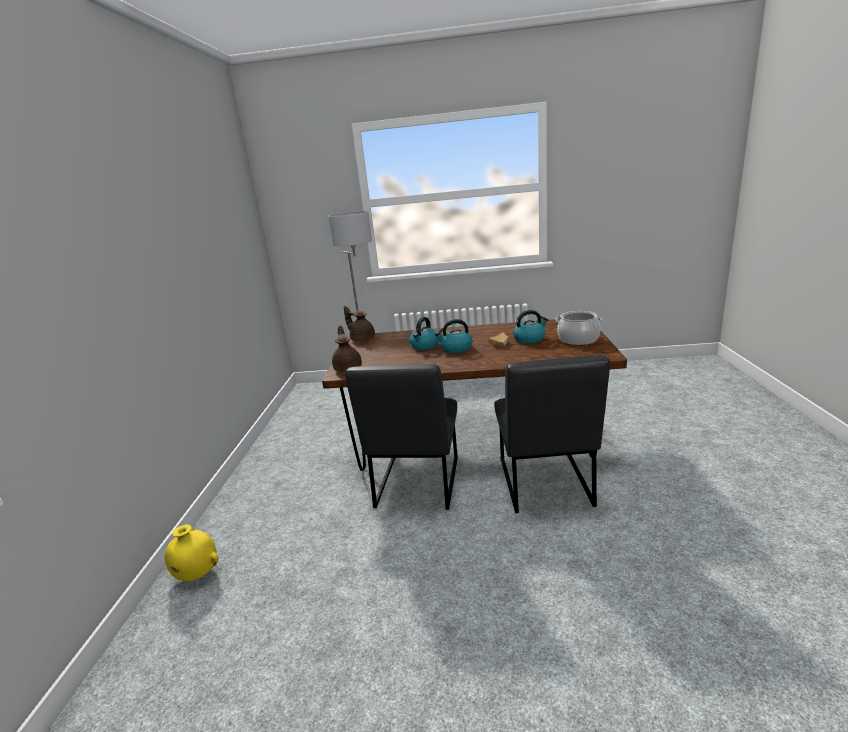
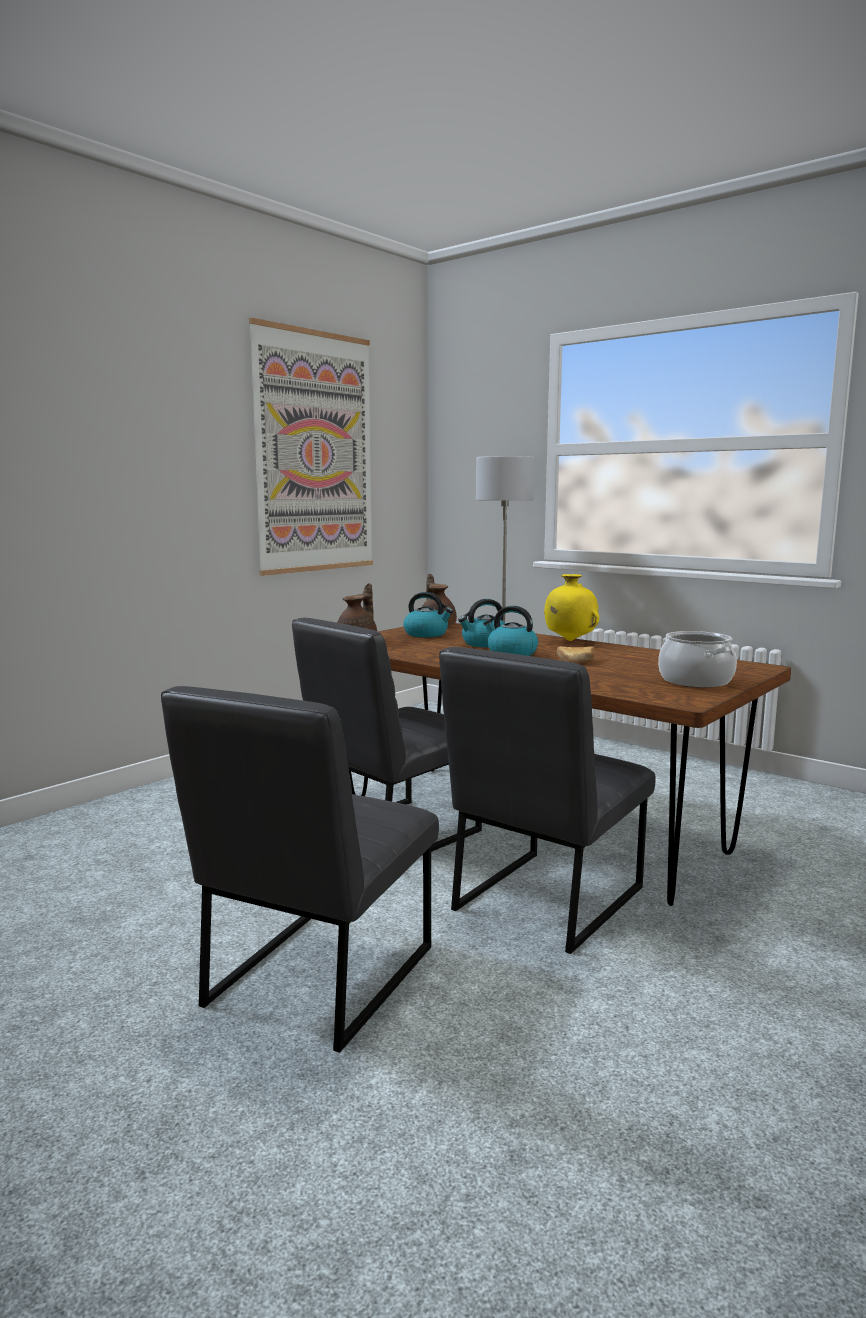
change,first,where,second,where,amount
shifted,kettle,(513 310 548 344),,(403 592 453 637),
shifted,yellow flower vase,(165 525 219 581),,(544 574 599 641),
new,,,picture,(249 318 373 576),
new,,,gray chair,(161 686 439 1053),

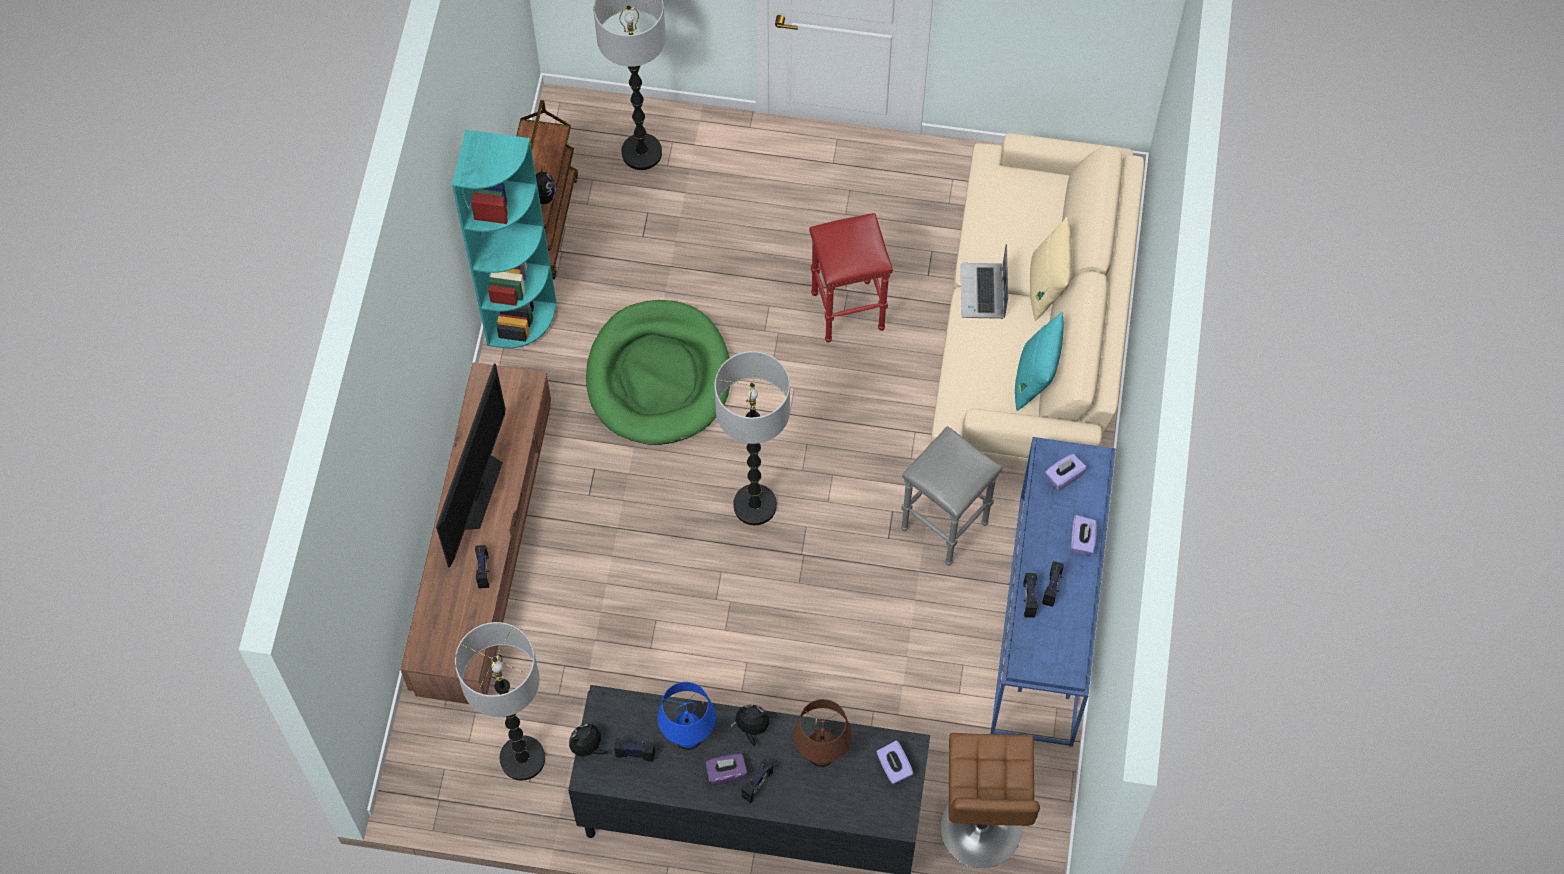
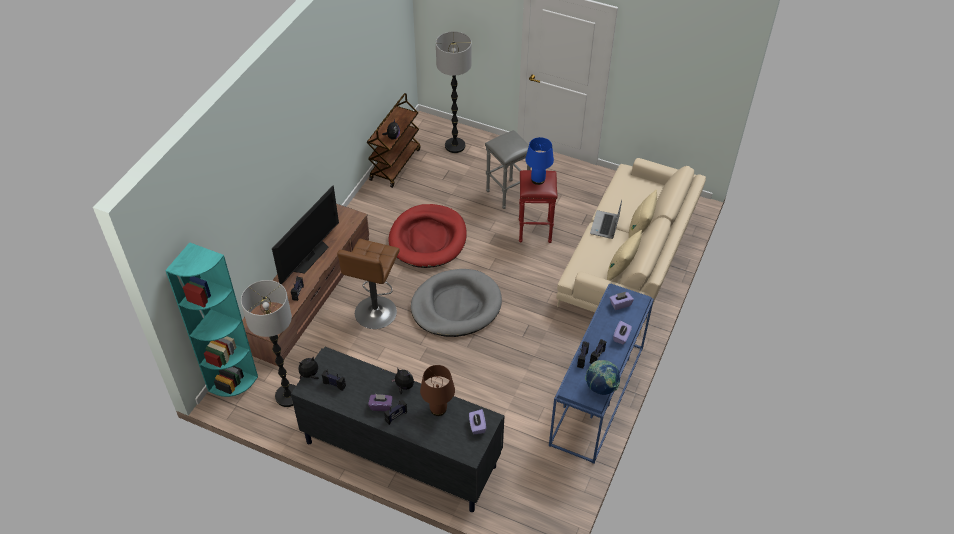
change,first,where,second,where,amount
shifted,blue-green shelving unit,(452 130 557 348),,(165 242 258 397),
repainted,green dog bed,(586 300 730 445),red-coloured dog bed,(388 204 467 268),
repainted,blue-green cushion,(1015 312 1064 411),sand-coloured cushion,(607 230 642 281),
swapped,floor lamp,(715 351 790 525),gray dog bed,(411 269 502 337),
shifted,gray sitting stool,(901 426 1002 566),,(485 130 531 209),
shifted,blue tabletop lamp,(657 682 716 750),,(525 137 554 185),
shifted,brown-coloured sitting stool,(940 733 1040 868),,(337 239 400 329),
new,,,globe,(585 360 620 395),

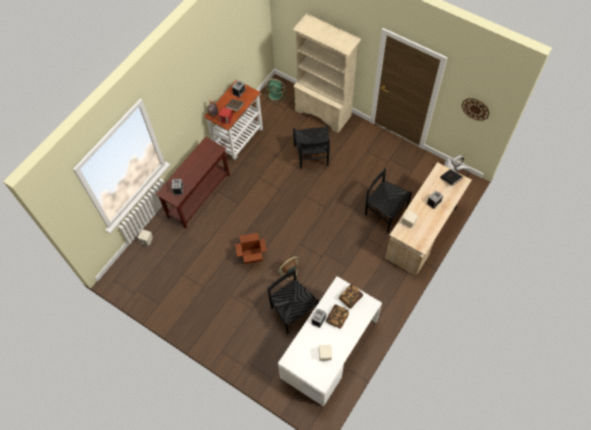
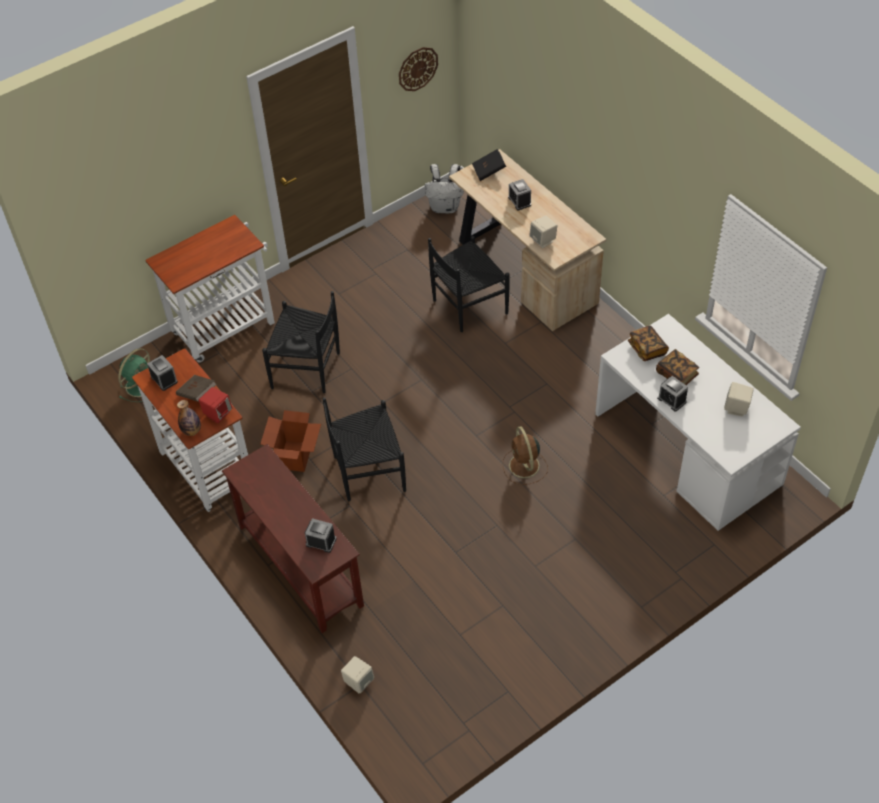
change,first,where,second,where,amount
swapped,sand-coloured shelving unit,(292 13 361 133),white-coloured wheeled cart,(146 215 275 362),
shifted,packing box,(235 233 267 264),,(260 410 321 472),
shifted,blackish chair,(267 269 319 335),,(323 397 406 501),

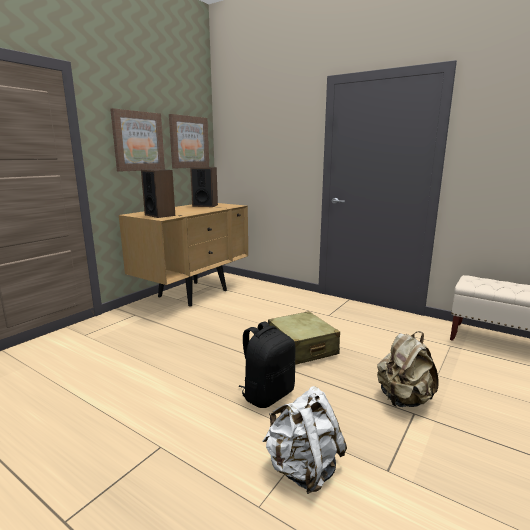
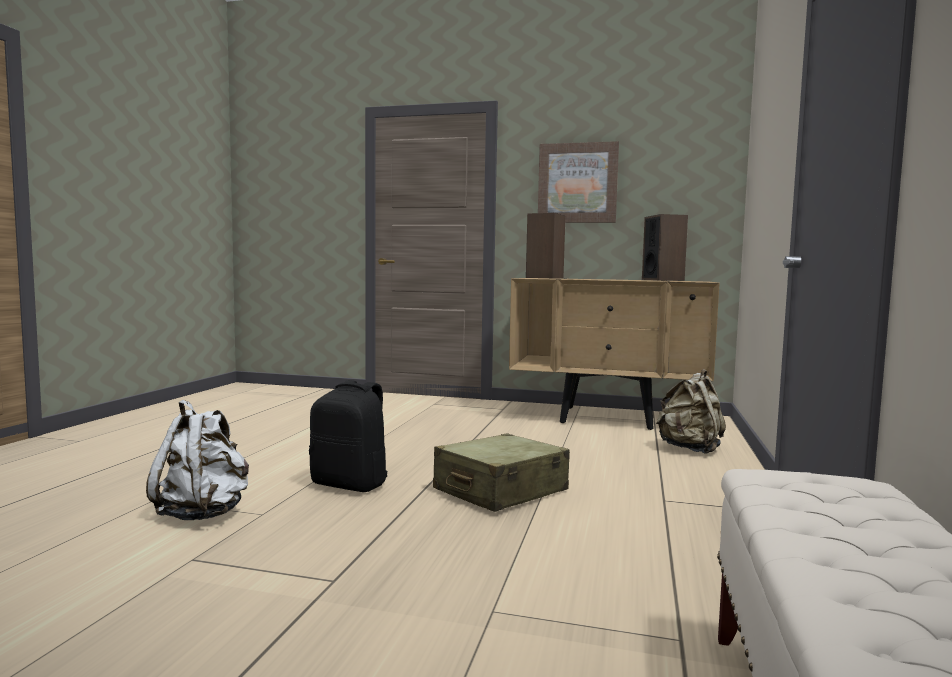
change,first,where,second,where,amount
gone,picture,(169 114 209 169),,,
shifted,sand-coloured rucksack,(377 331 439 407),,(656 369 726 454),

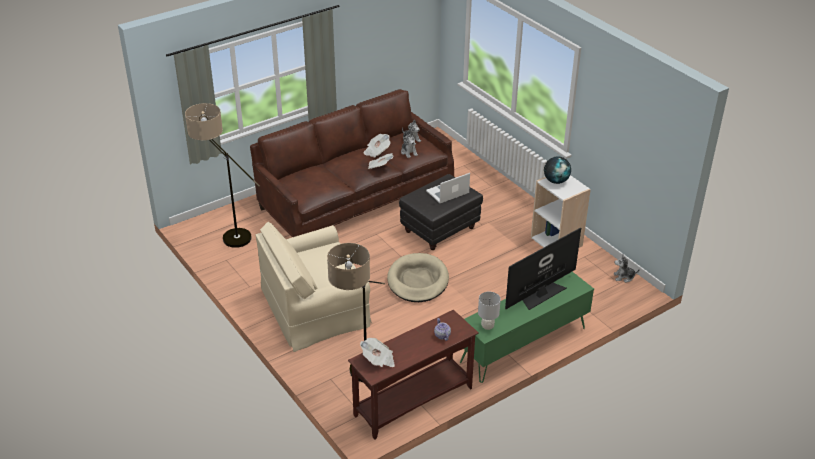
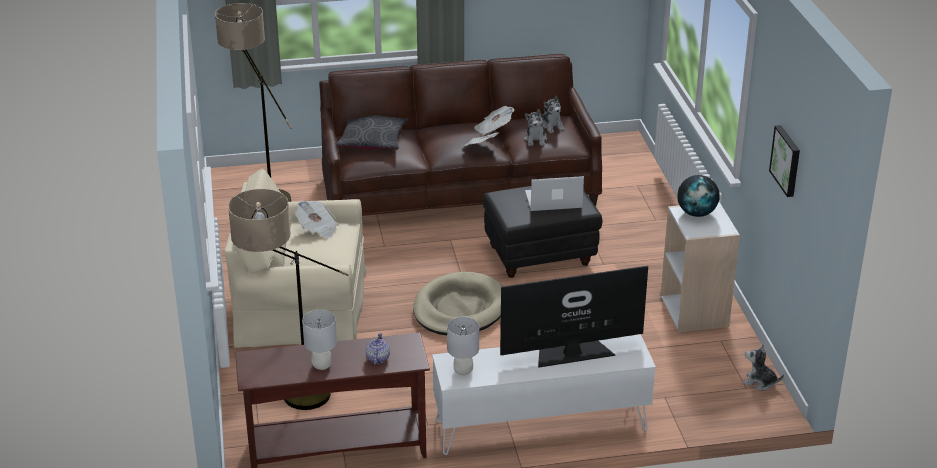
change,first,where,second,where,amount
repainted,green media console,(460 272 594 383),white-coloured media console,(432 334 656 455),
shifted,printed paper,(360 338 395 367),,(295 200 339 239),
new,,,gray cushion,(335 115 408 150),
new,,,picture,(769 125 800 197),
new,,,gray tabletop lamp,(302 310 337 370),

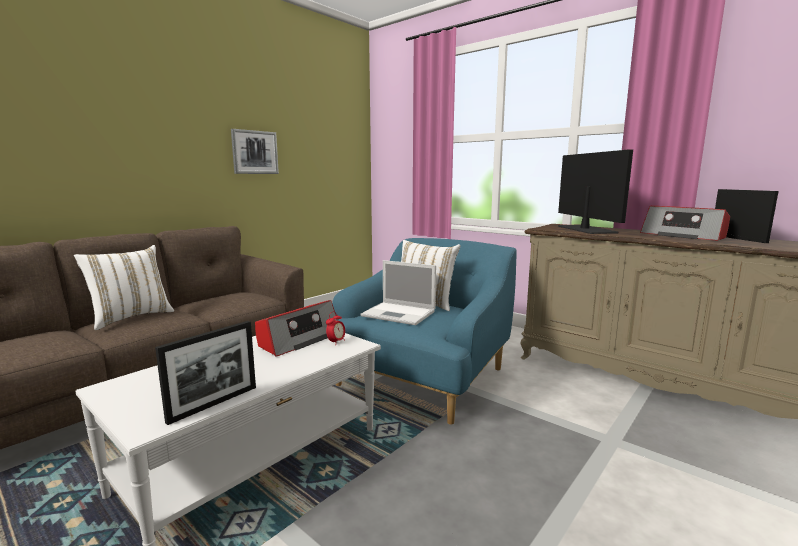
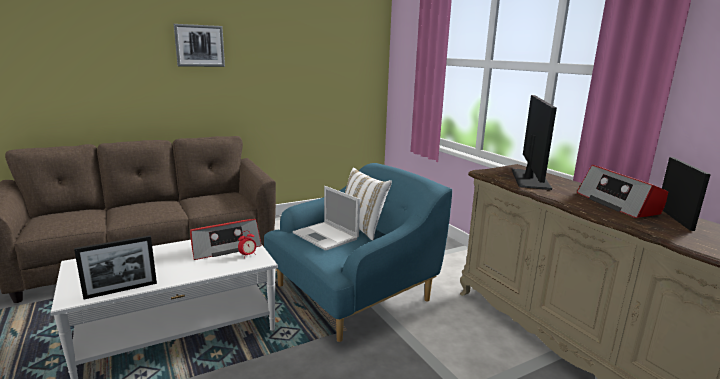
change,first,where,second,where,amount
shifted,picture,(231 129 279 174),,(174 24 225 67),
gone,white-coloured cushion,(74 245 174 330),,,

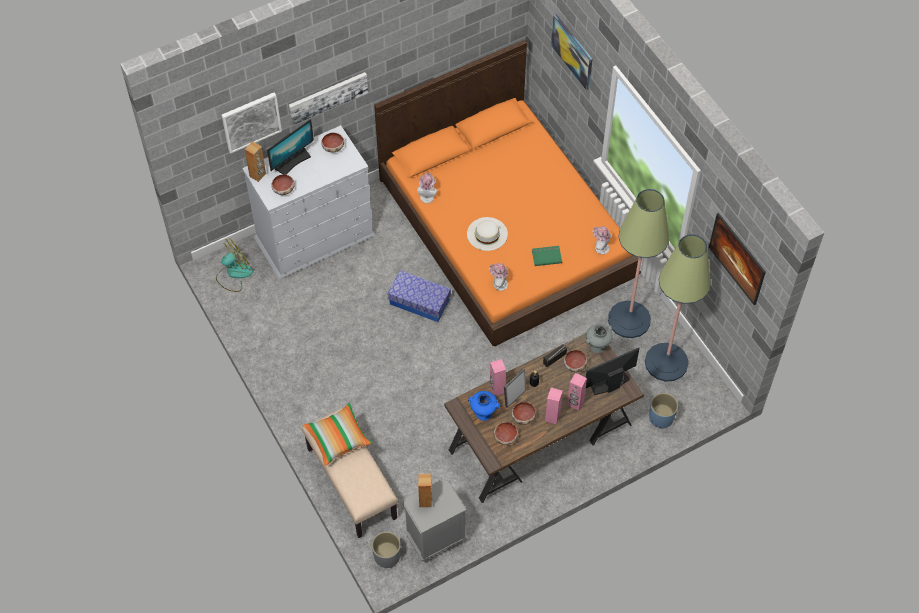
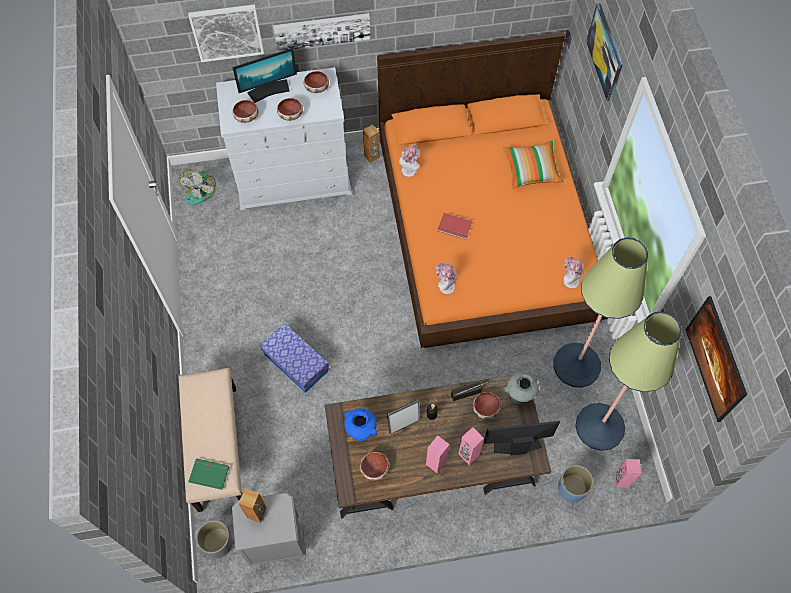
change,first,where,second,where,amount
shifted,brown-coloured audio speaker,(244 142 266 182),,(363 124 380 163),
swapped,white-coloured clothing hat,(467 217 508 251),red-coloured bound book,(437 213 473 240),
rotated,electric fan,(216 238 253 292),,(179 169 216 205),120 degrees clockwise
shifted,green bound book,(532 246 562 266),,(188 458 229 490),
shifted,storage container,(388 270 451 322),,(260 323 329 393),
shifted,pink audio speaker,(490 359 506 396),,(615 459 641 488),
shifted,bowl,(512 402 536 425),,(277 98 303 121),
shifted,cushion,(303 403 372 466),,(502 141 564 189),

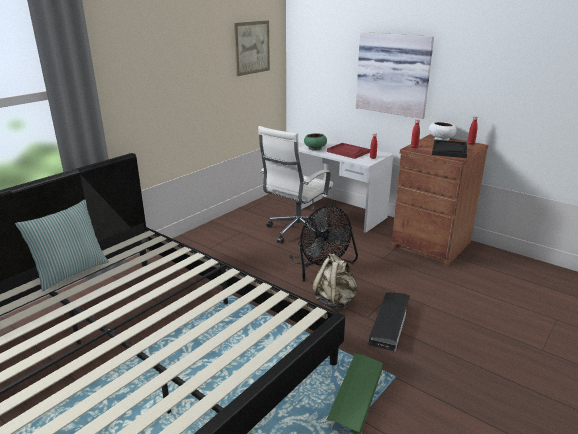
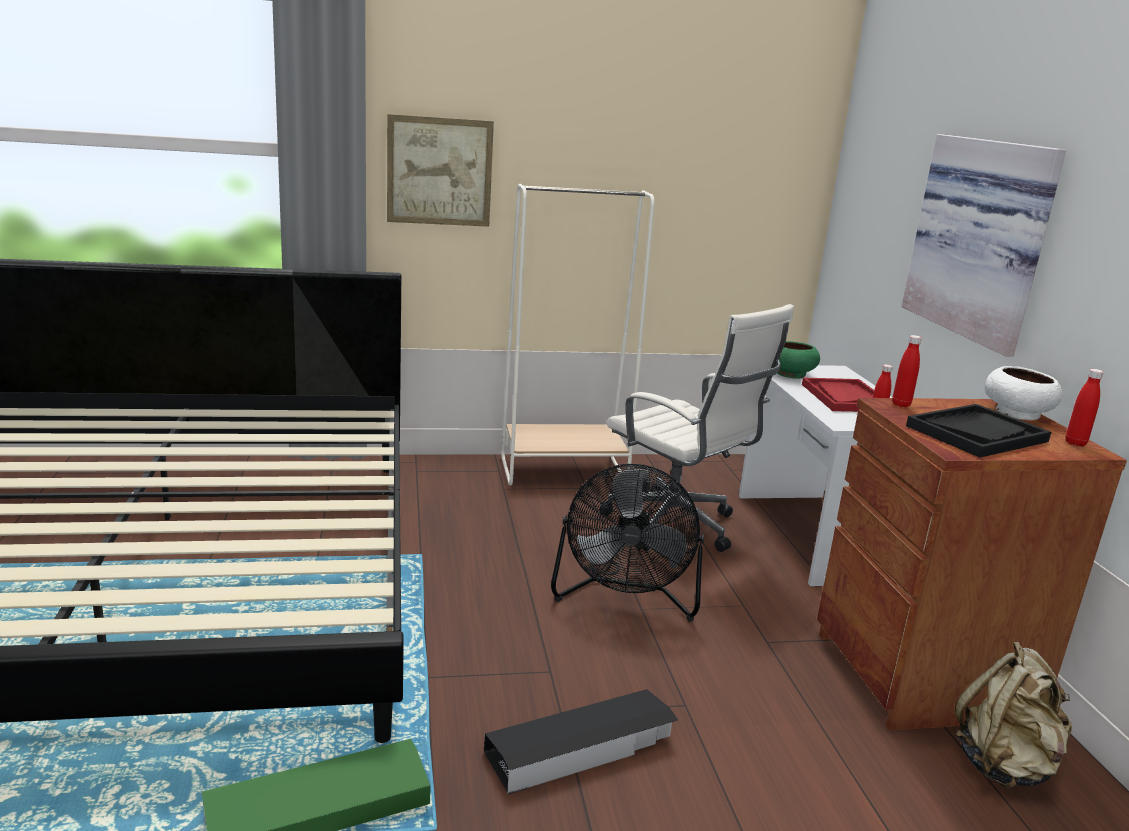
change,first,where,second,where,amount
shifted,picture,(234 20 270 76),,(387 114 494 227),
rotated,white-coloured office chair,(258 126 333 244),,(599 304 794 552),120 degrees counterclockwise
gone,cushion,(15 200 109 291),,,
shifted,sand-coloured rucksack,(312 253 357 309),,(955 642 1072 788),
new,,,garment stand,(501 184 655 485),

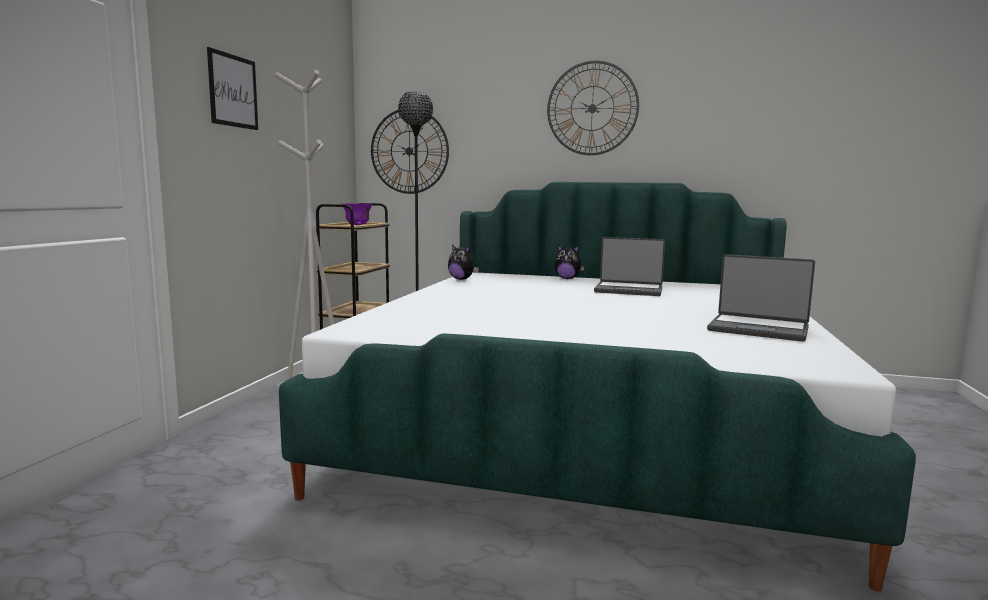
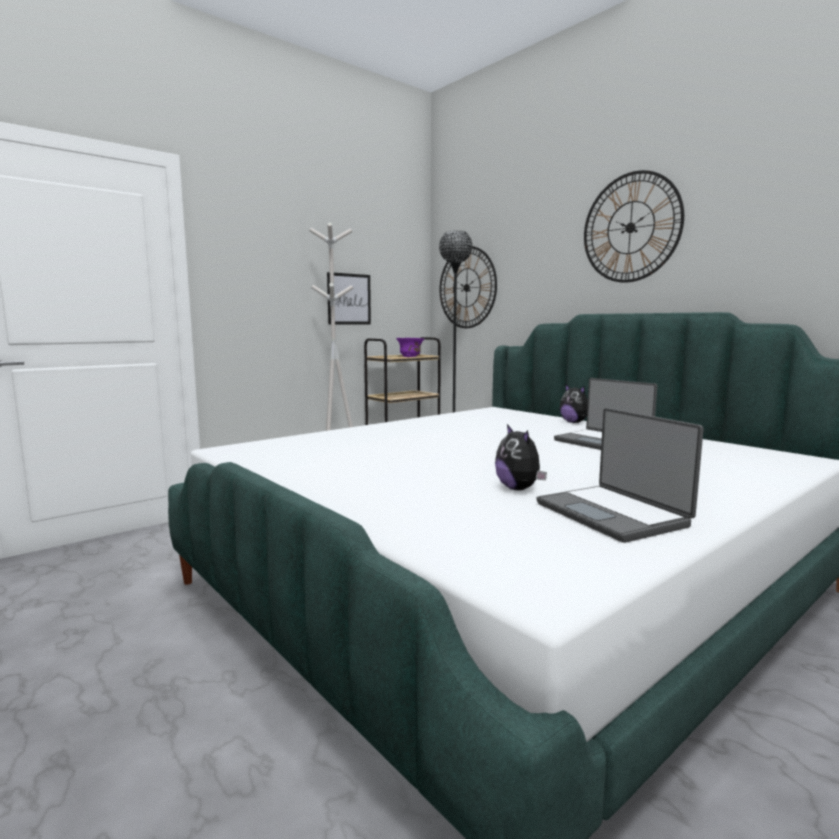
change,first,where,second,where,amount
shifted,picture,(207 47 258 130),,(327 272 371 324),
shifted,soft toy,(448 244 479 280),,(495 424 547 490),

